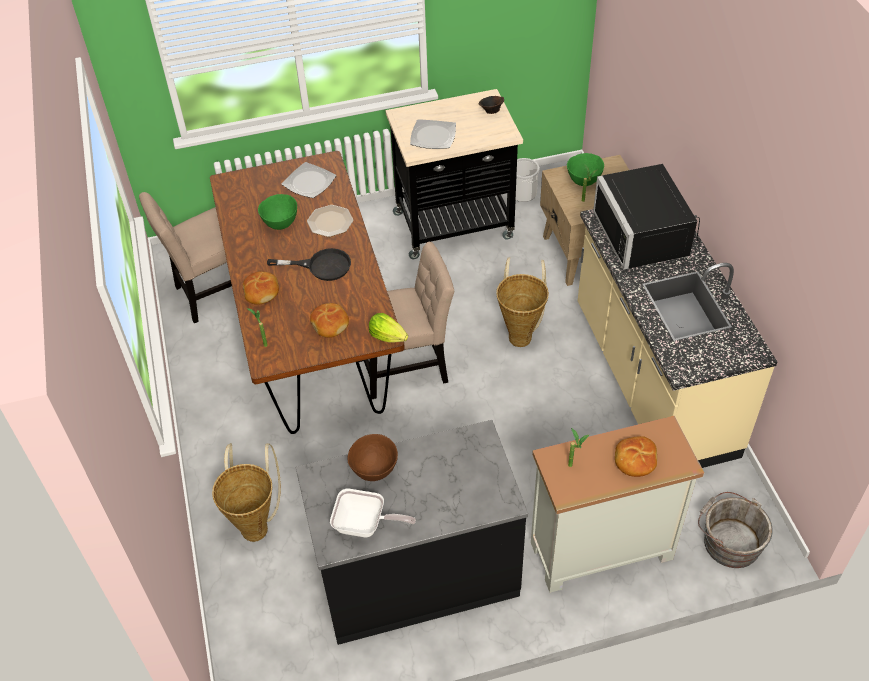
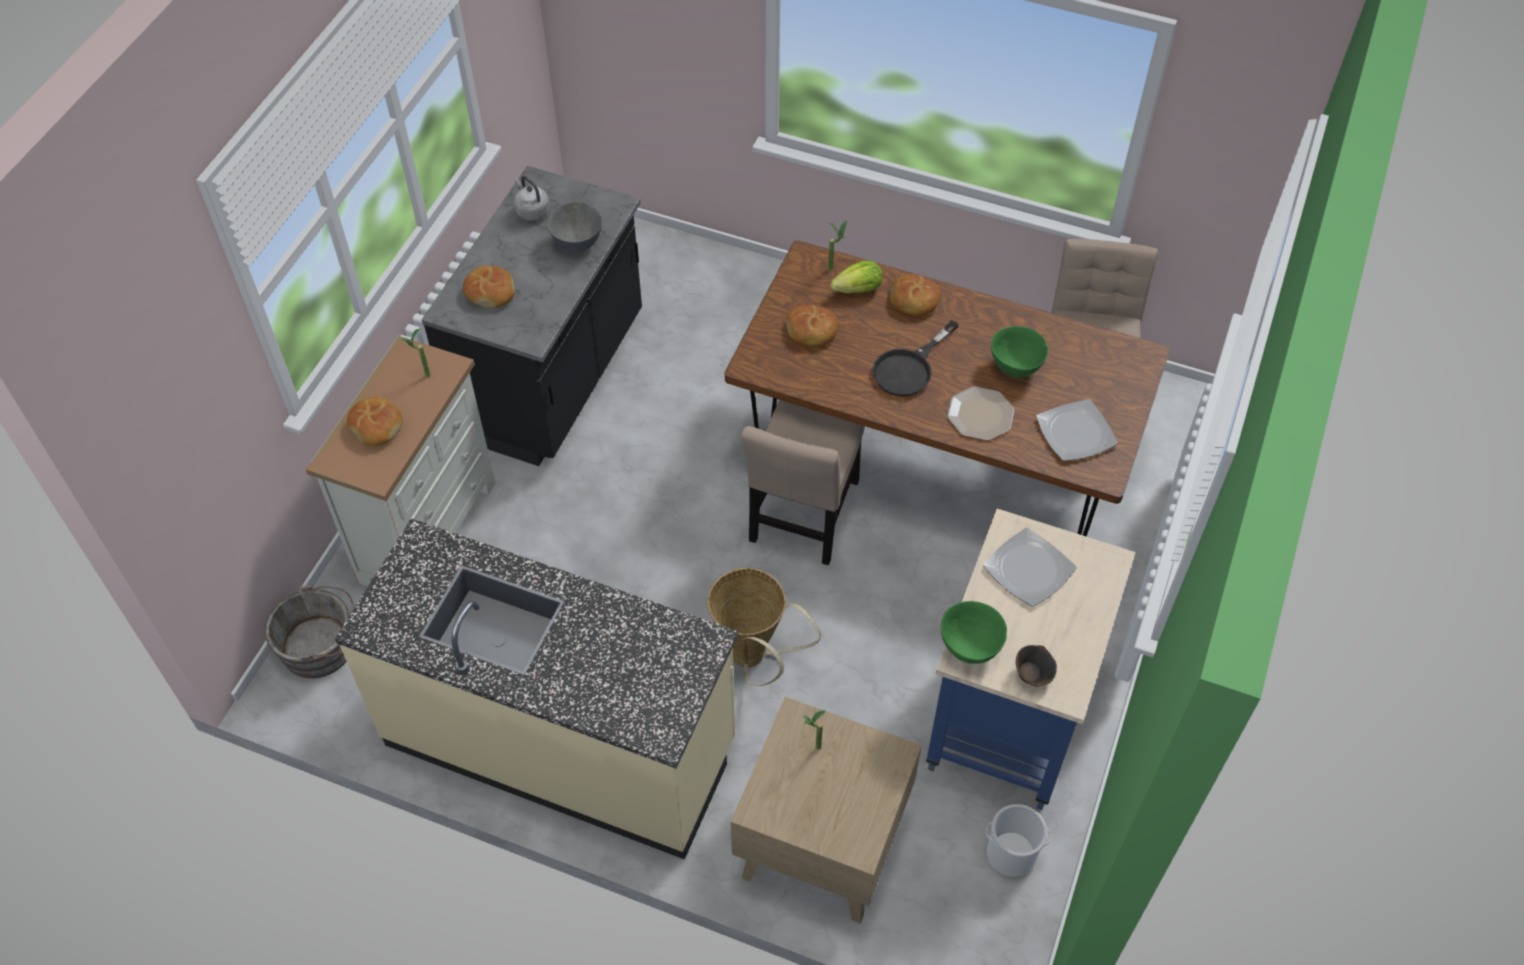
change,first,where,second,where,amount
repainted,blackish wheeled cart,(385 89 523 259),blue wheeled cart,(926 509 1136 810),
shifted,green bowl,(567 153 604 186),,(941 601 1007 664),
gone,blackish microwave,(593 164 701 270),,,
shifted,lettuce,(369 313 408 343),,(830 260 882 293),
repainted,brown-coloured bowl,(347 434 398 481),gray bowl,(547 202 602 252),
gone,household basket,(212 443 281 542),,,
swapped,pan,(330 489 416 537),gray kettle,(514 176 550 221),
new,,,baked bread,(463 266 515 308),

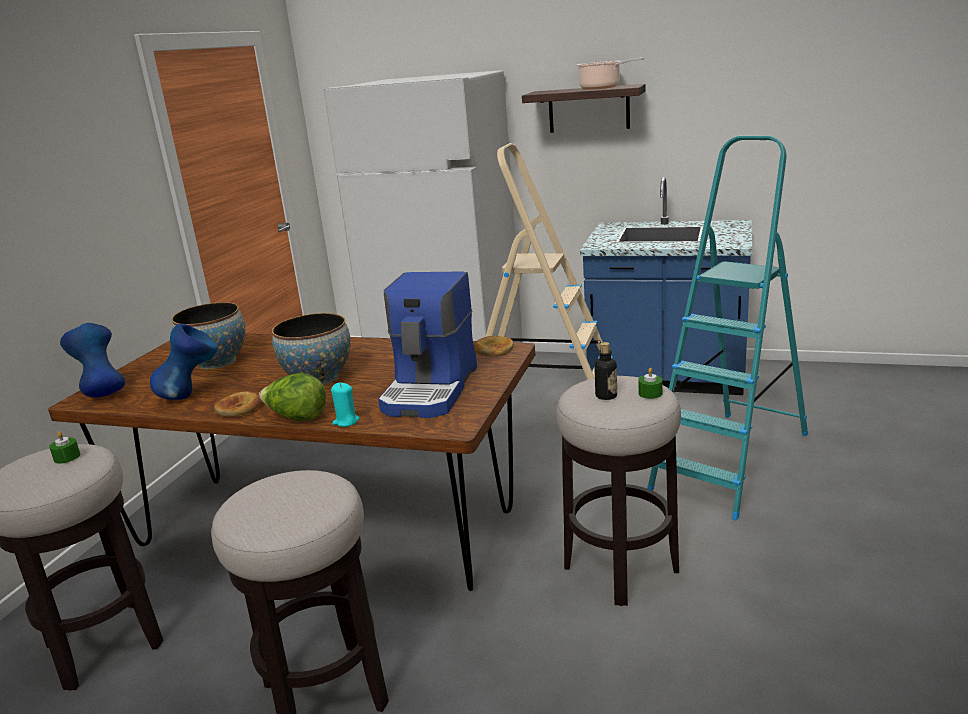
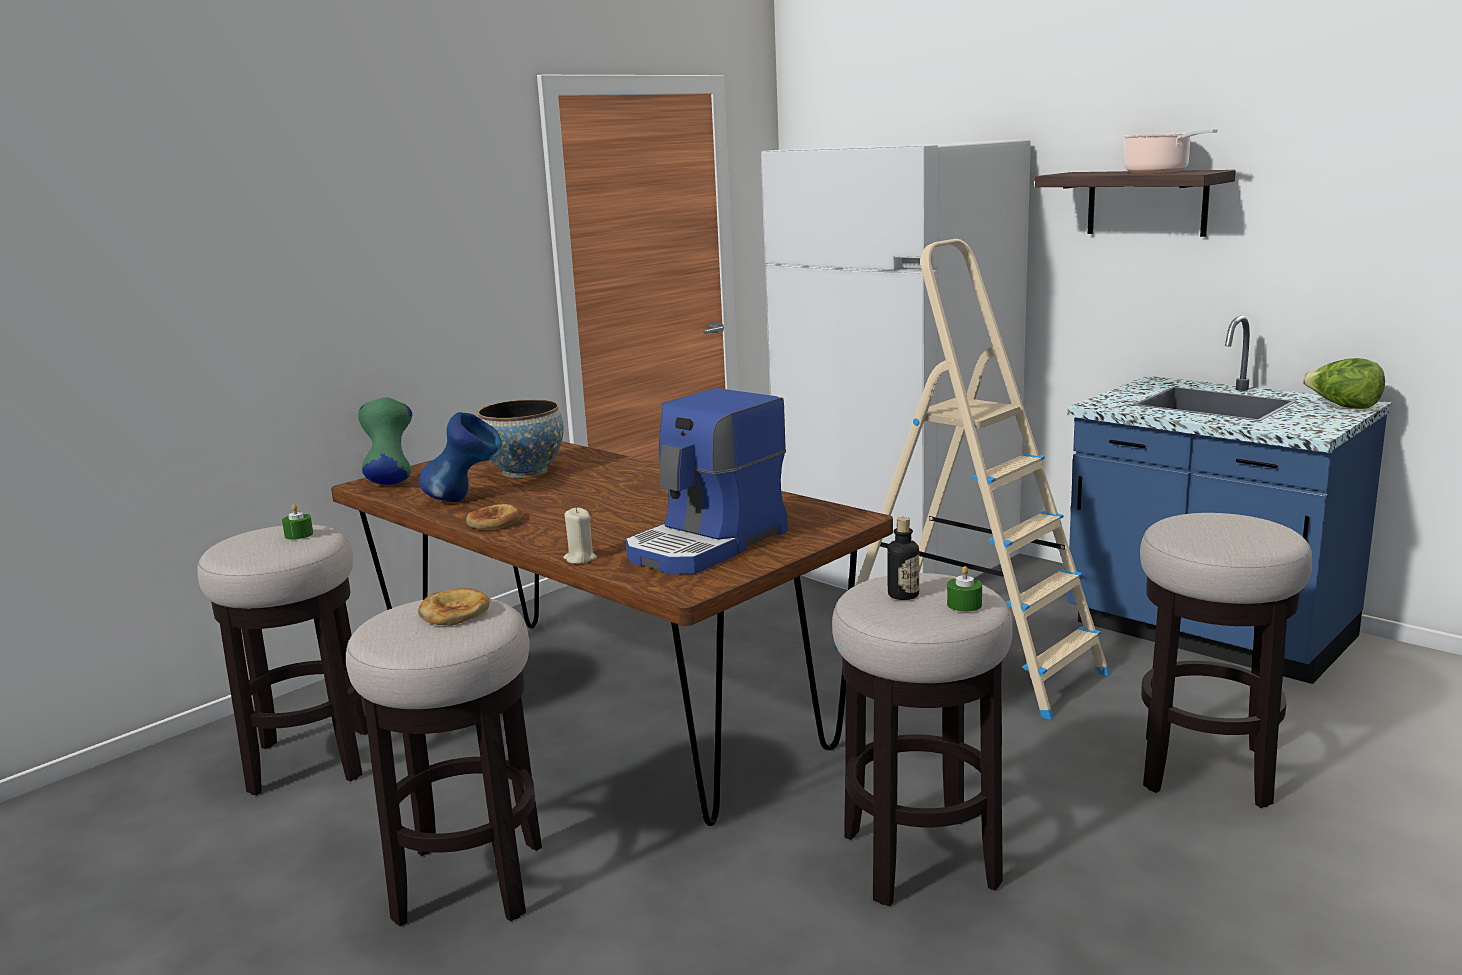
change,first,where,second,where,amount
swapped,blue-green step ladder,(647 136 808 520),sitting stool,(1140 513 1312 808),
gone,bowl,(272 313 350 385),,,
repainted,blue flower vase,(60 323 125 398),green flower vase,(358 397 412 485),
shifted,baked bread,(473 336 513 356),,(418 588 490 626),
shifted,lettuce,(259 373 326 421),,(1303 358 1385 409),
repainted,blue-green wax candle,(331 383 360 427),sand-coloured wax candle,(563 508 597 564),

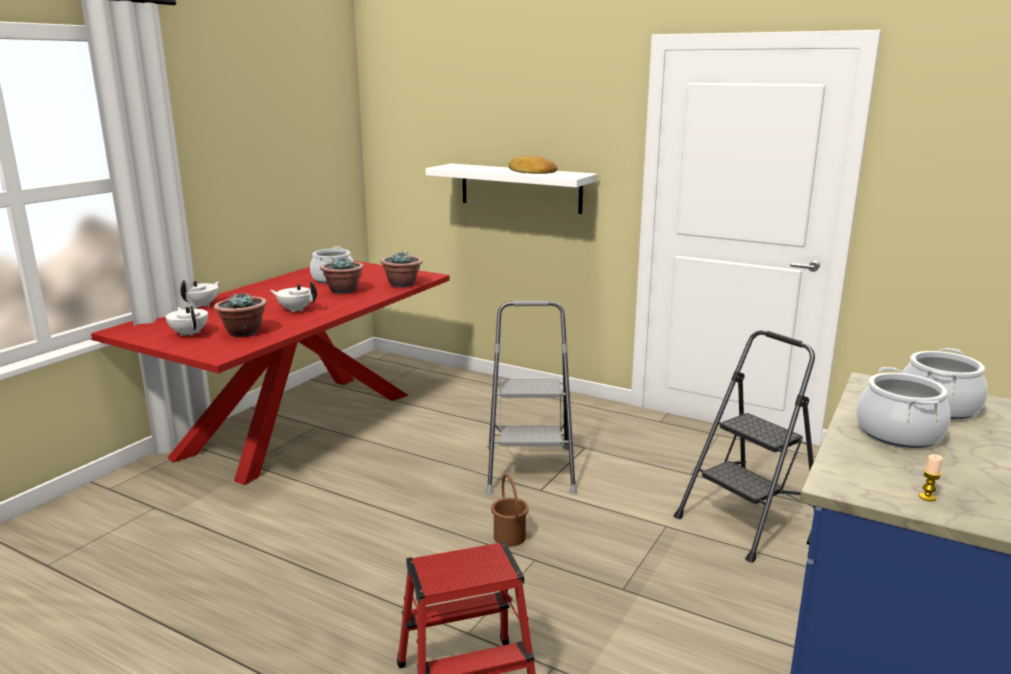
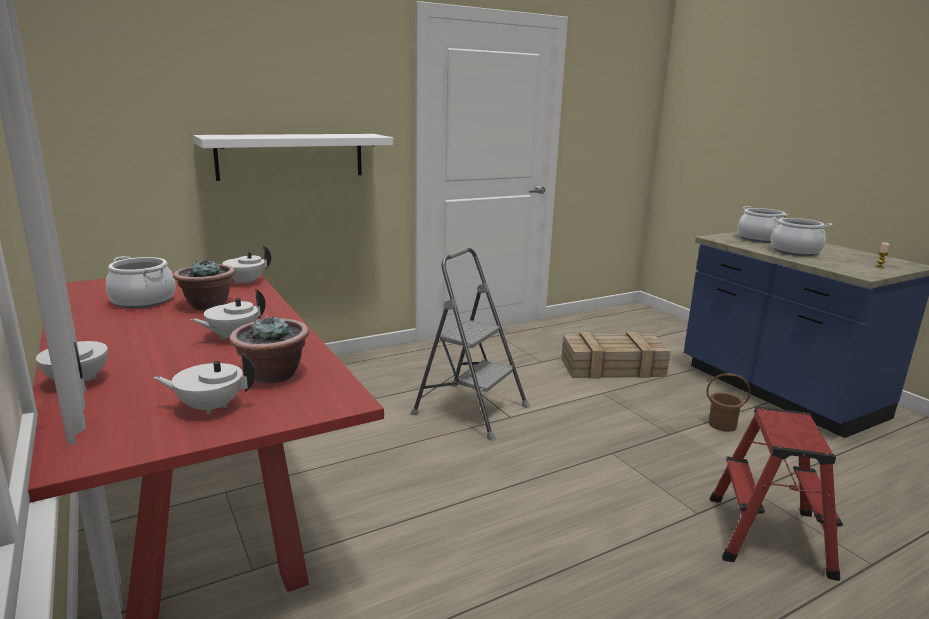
change,first,where,second,where,amount
gone,baked bread,(508 156 557 174),,,
swapped,potted plant,(381 252 422 288),white-coloured pot for tea,(222 246 271 285),
swapped,blackish step ladder,(673 330 815 563),shipping crate,(561 332 671 378),
shifted,brown-coloured pail,(491 474 529 547),,(706 373 751 432),

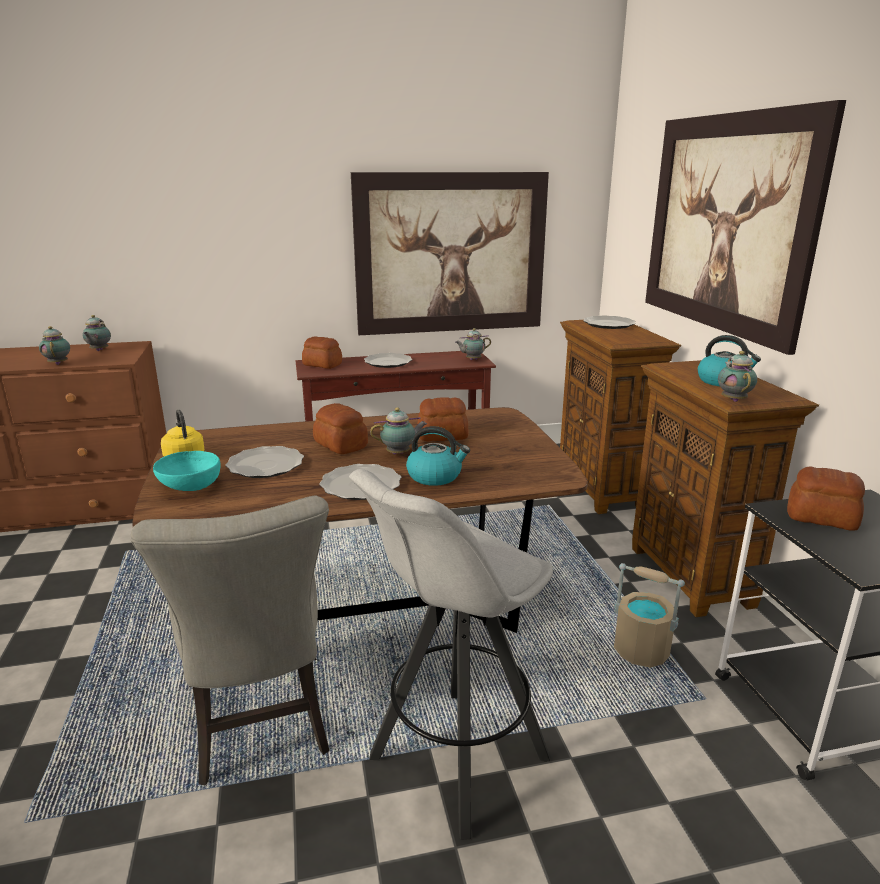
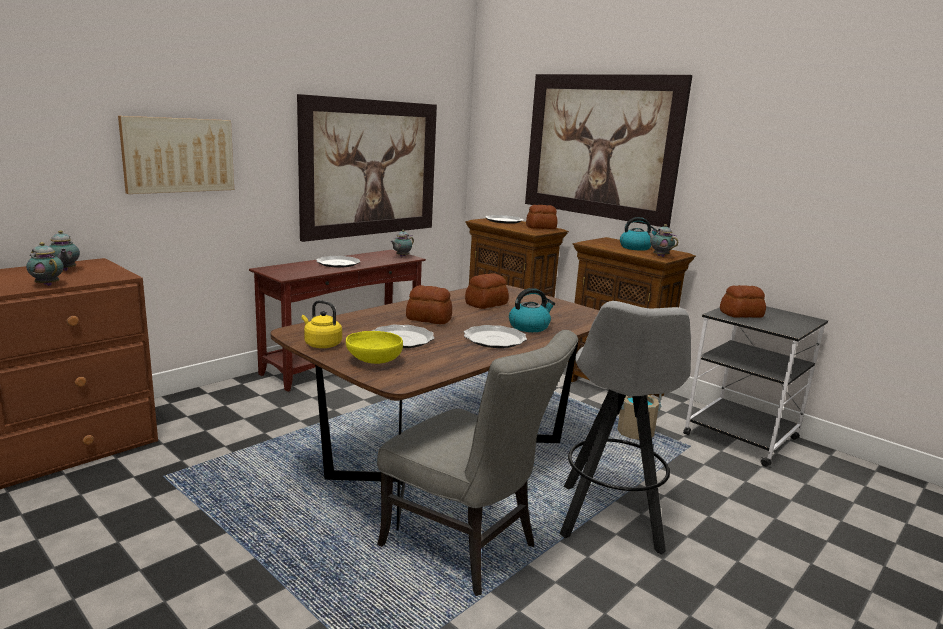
change,first,where,second,where,amount
shifted,baked bread,(302 336 342 369),,(526 205 558 229),
gone,pot for tea,(370 407 427 454),,,
repainted,blue-green bowl,(153 451 221 491),yellow bowl,(346 331 403 364),
new,,,picture,(118 116 234 194),

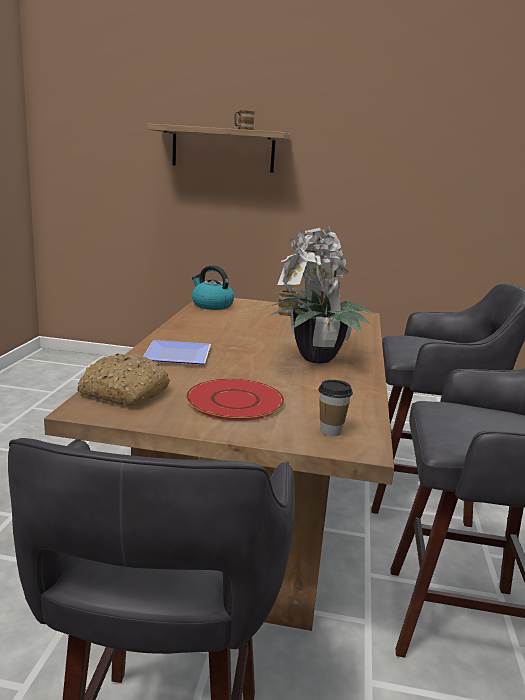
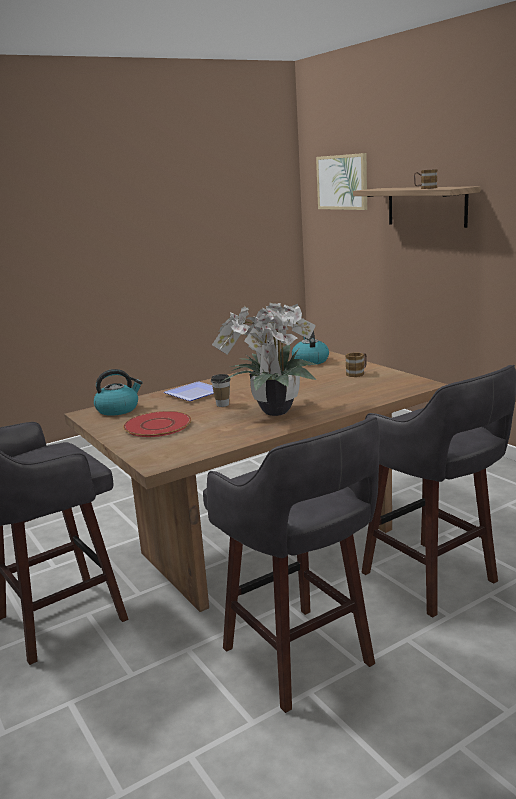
change,first,where,second,where,amount
swapped,baked bread,(77 354 170 407),kettle,(94 369 143 416),
shifted,small cup,(318 380 353 436),,(211 374 231 407),
new,,,picture,(316 153 367 210),

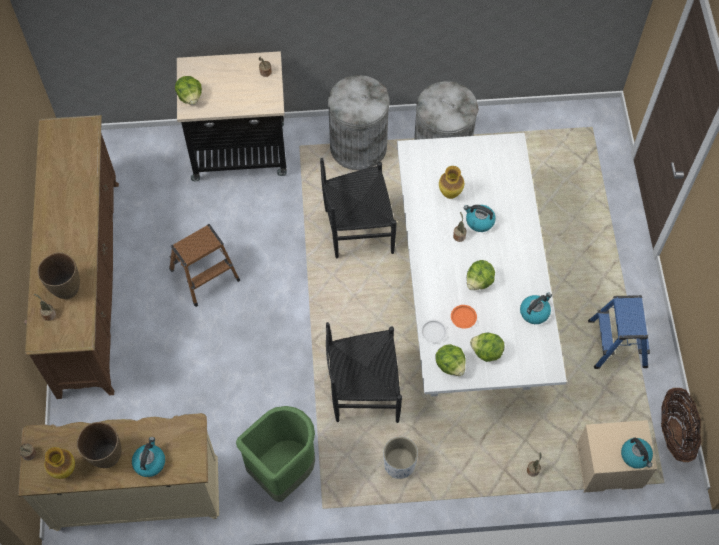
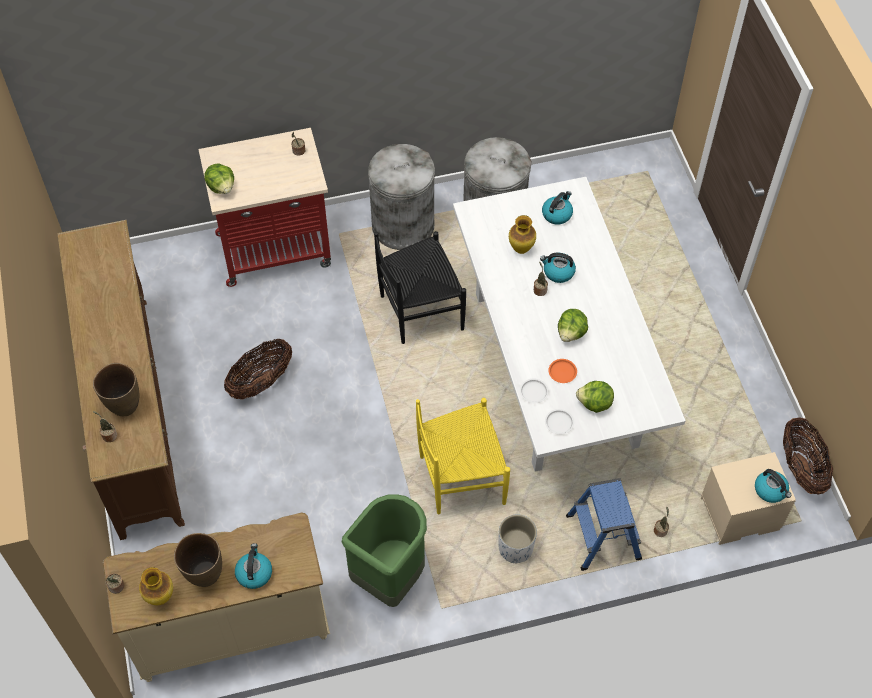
change,first,where,second,where,amount
repainted,blackish wheeled cart,(177 51 287 181),red-coloured wheeled cart,(198 128 331 287),
swapped,brown-coloured step ladder,(169 224 240 307),household basket,(224 339 292 399),
shifted,kettle,(520 293 552 324),,(542 191 573 225),
shifted,blue step ladder,(588 295 650 369),,(566 478 642 571),
repainted,blackish chair,(326 322 402 423),yellow chair,(416 398 510 515),
swapped,lettuce,(435 344 466 376),white-coloured dinner plate,(545 409 574 435),

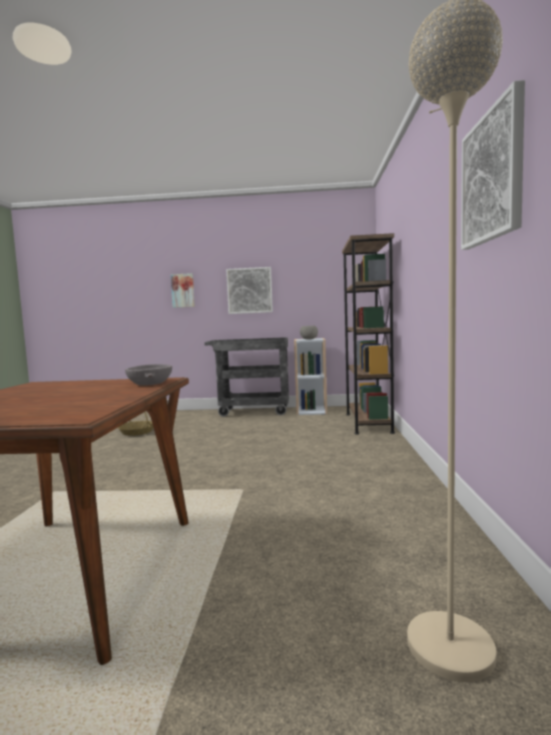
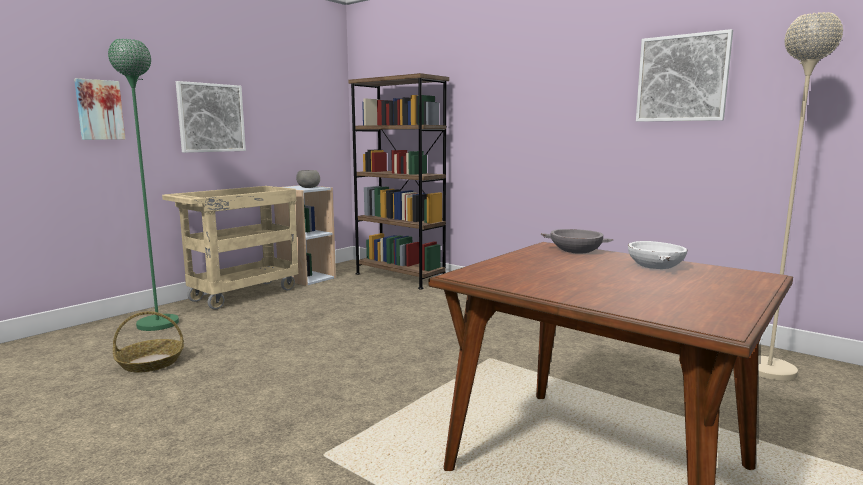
change,first,where,second,where,amount
repainted,blackish wheeled cart,(204 337 289 417),sand-coloured wheeled cart,(162 186 298 309),
new,,,green floor lamp,(108 39 179 331),
new,,,white-coloured bowl,(628 241 687 269),

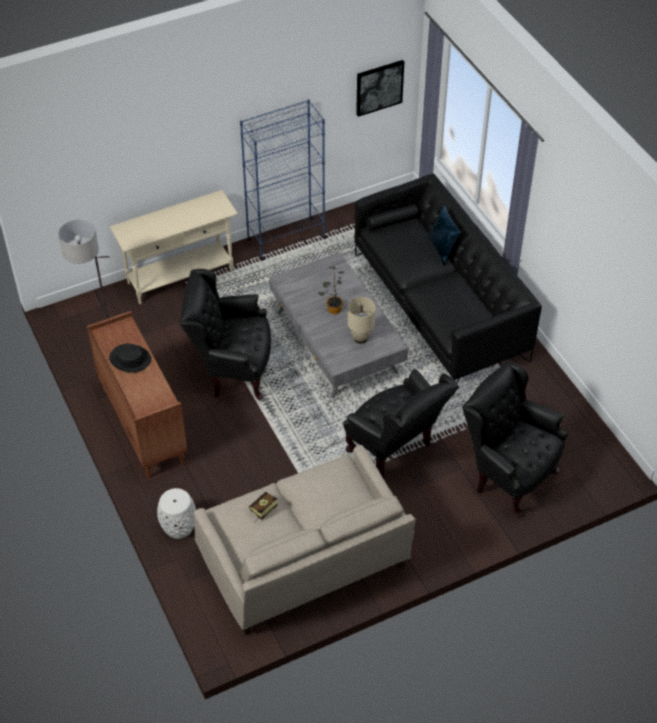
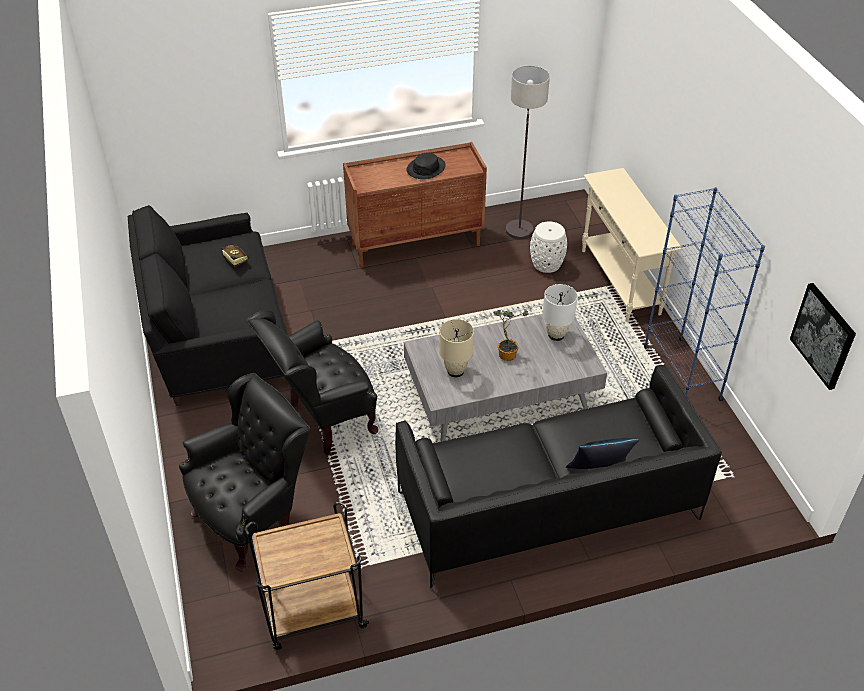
change,first,where,second,where,amount
gone,blackish armchair,(180 269 271 400),,,
repainted,sand-coloured settee,(194 445 416 635),blackish settee,(128 205 288 406),
shifted,white-coloured sitting stool,(157 488 196 539),,(530 221 567 273),
new,,,white-coloured tabletop lamp,(542 284 578 341),
new,,,brown-coloured wheeled cart,(245 502 370 650),

